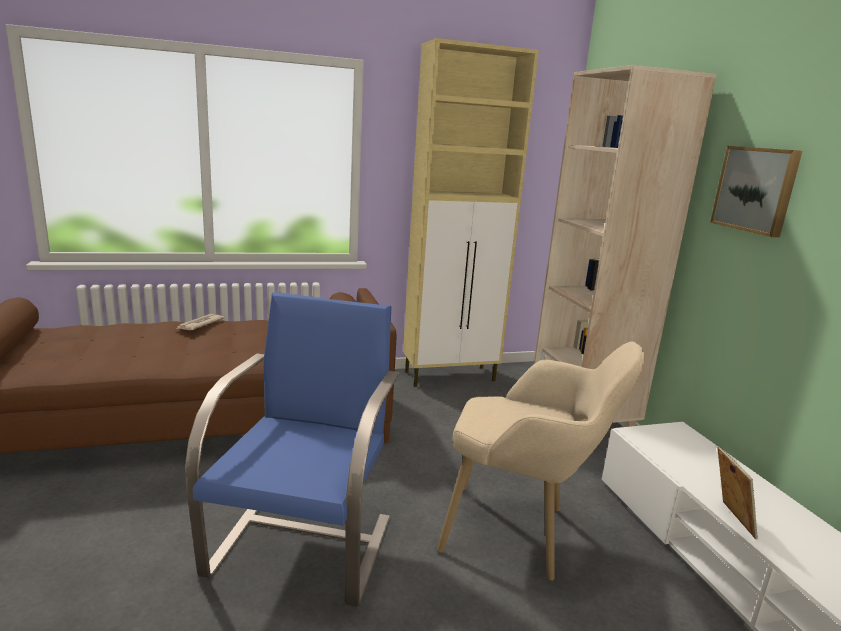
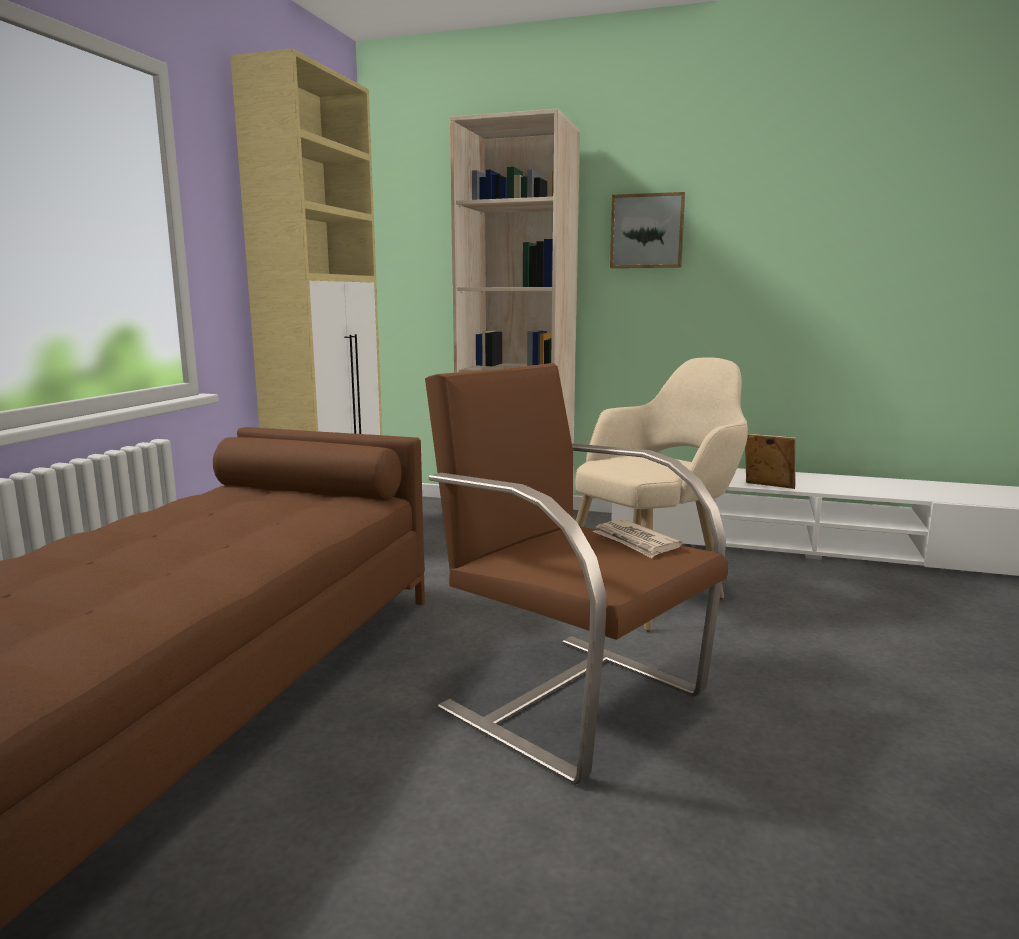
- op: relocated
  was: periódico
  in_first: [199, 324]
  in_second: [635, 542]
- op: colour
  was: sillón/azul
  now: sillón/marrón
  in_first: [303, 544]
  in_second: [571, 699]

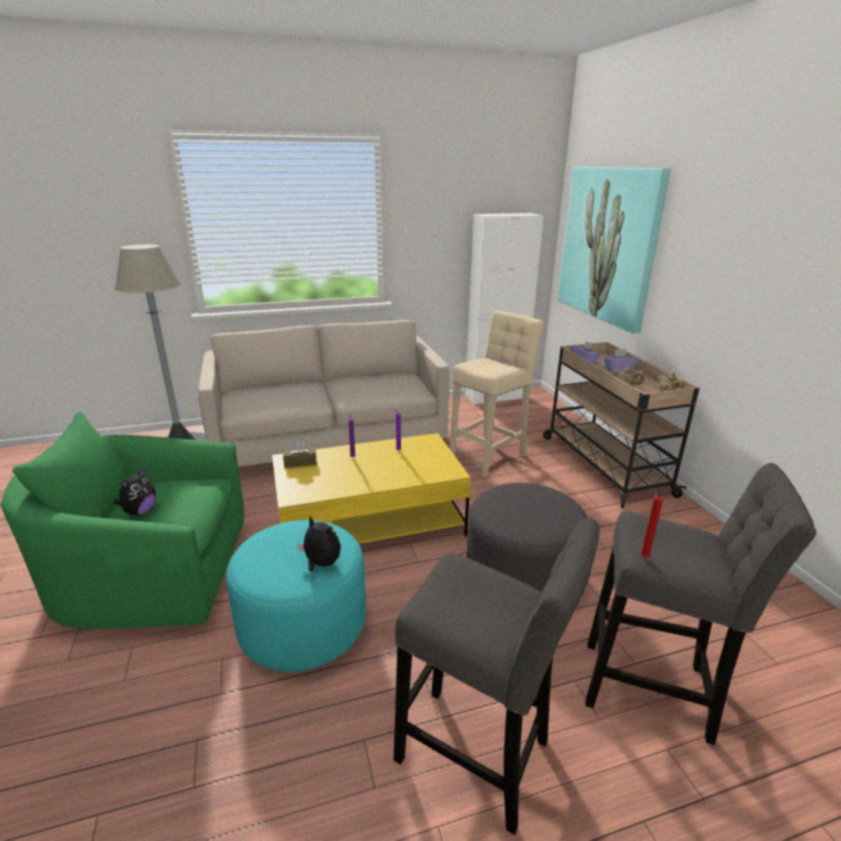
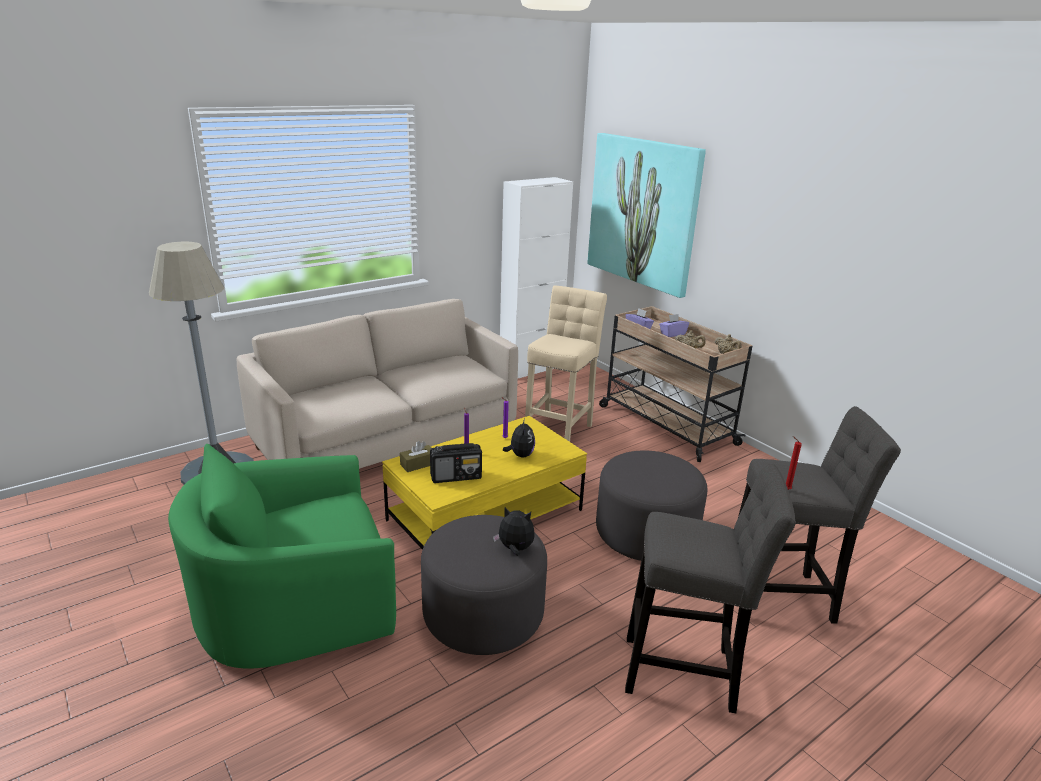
- op: appeared
  now: radio
  in_second: [456, 476]
- op: relocated
  was: peluche
  in_first: [140, 511]
  in_second: [520, 455]
- op: colour
  was: puf/turquesa
  now: puf/gris
  in_first: [303, 624]
  in_second: [483, 614]

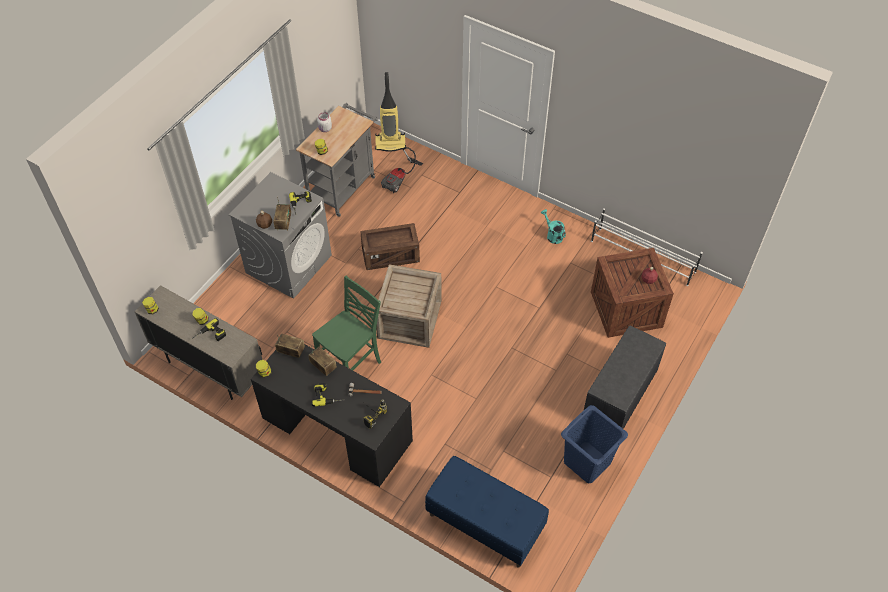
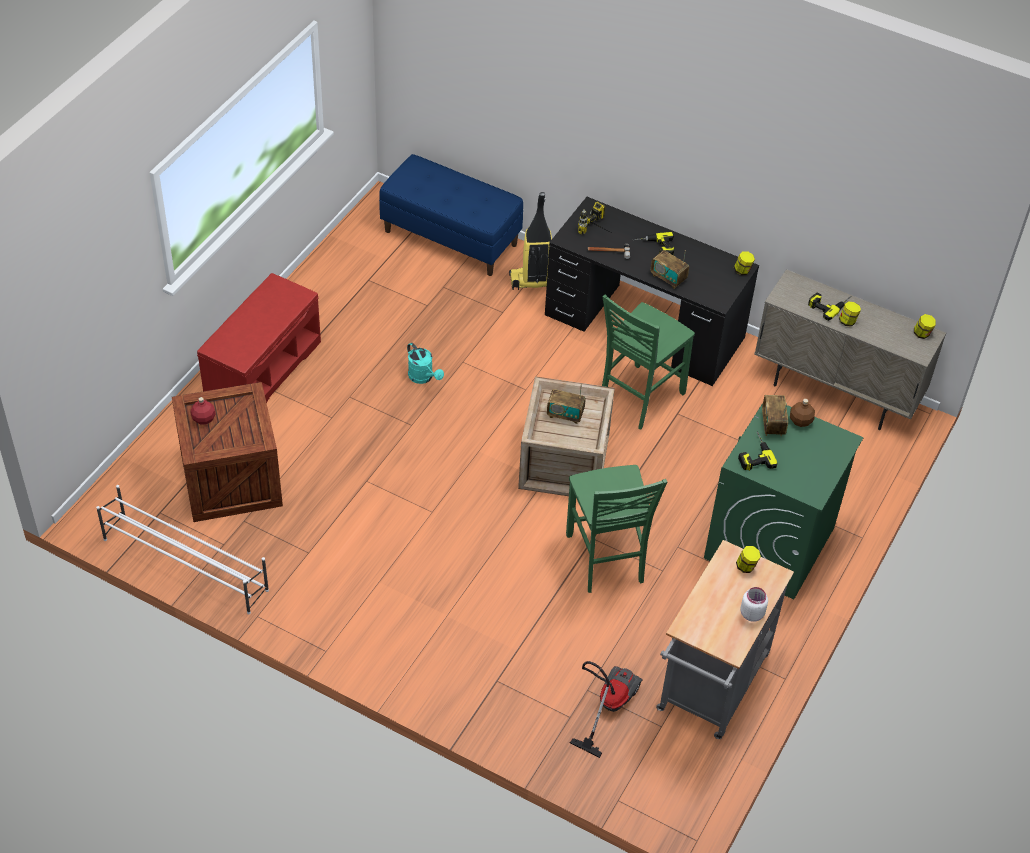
- op: missing
  was: cesto de la ropa/azul
  in_first: [587, 462]
- op: relocated
  was: radio
  in_first: [291, 351]
  in_second: [565, 415]
- op: relocated
  was: aspiradora
  in_first: [390, 143]
  in_second: [533, 282]
- op: relocated
  was: regadera/turquesa
  in_first: [552, 235]
  in_second: [423, 377]
- op: exchanged
  was: caja de embalaje
  now: silla/verde
  in_first: [391, 255]
  in_second: [606, 560]
- op: colour
  was: lavadora/gris
  now: lavadora/verde
  in_first: [289, 263]
  in_second: [769, 543]
- op: colour
  was: banco/gris
  now: banco/rojo
  in_first: [620, 394]
  in_second: [263, 368]

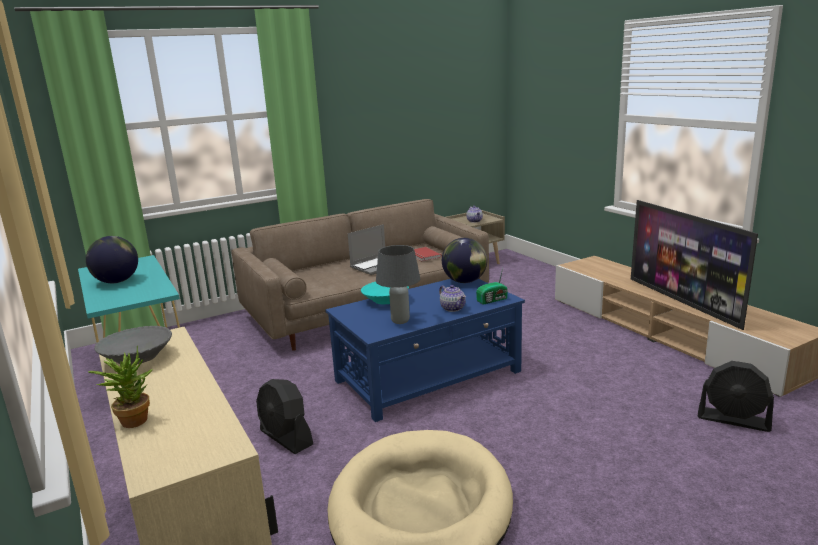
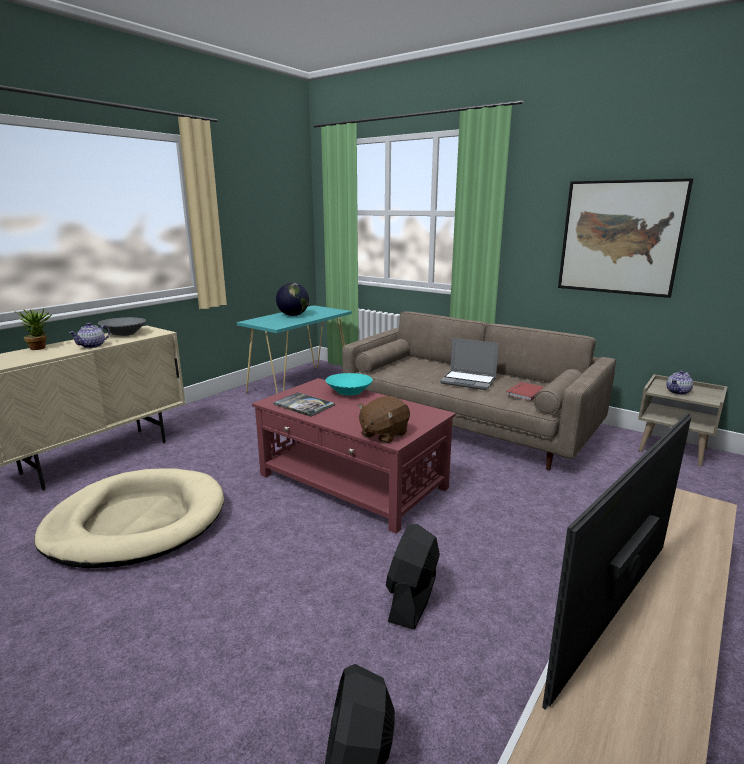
- op: missing
  was: globo terráqueo
  in_first: [465, 281]
- op: appeared
  now: cuadro
  in_second: [620, 237]
- op: relocated
  was: ventilador/negro
  in_first: [286, 438]
  in_second: [412, 599]
- op: relocated
  was: tetera
  in_first: [452, 308]
  in_second: [93, 346]
- op: exchanged
  was: lámpara de mesa/gris
  now: libro
  in_first: [399, 321]
  in_second: [304, 405]
- op: exchanged
  was: radio
  now: peluche/marrón
  in_first: [493, 300]
  in_second: [383, 434]
- op: colour
  was: mesa de centro/azul
  now: mesa de centro/rojo
  in_first: [429, 376]
  in_second: [352, 482]

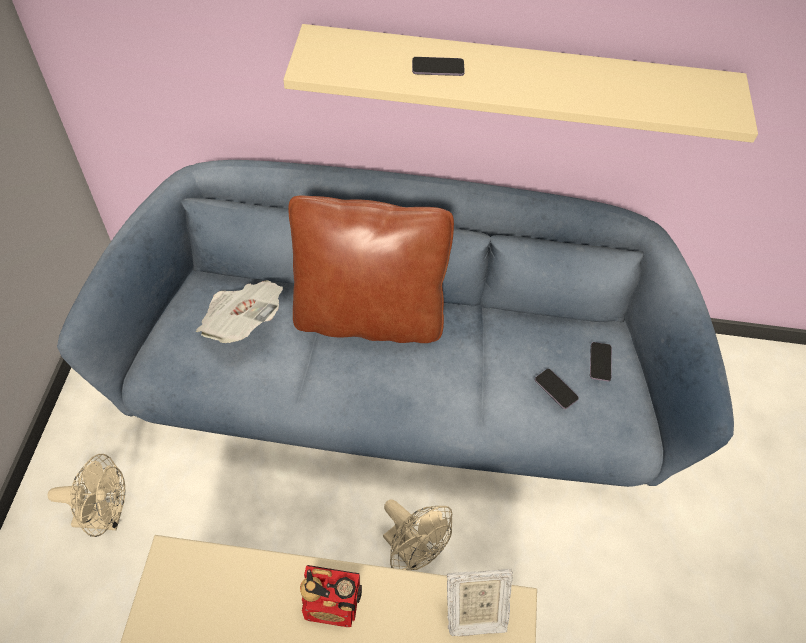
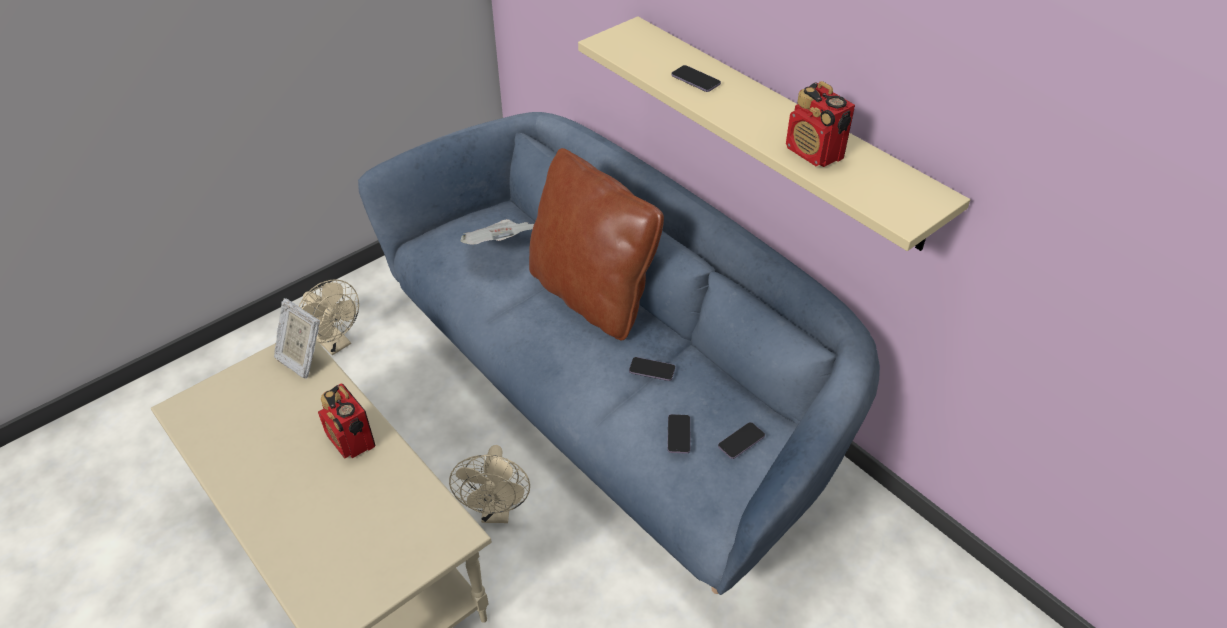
- op: appeared
  now: móvil
  in_second: [652, 370]
- op: appeared
  now: radio
  in_second: [814, 153]
- op: relocated
  was: portarretratos
  in_first: [473, 613]
  in_second: [302, 359]

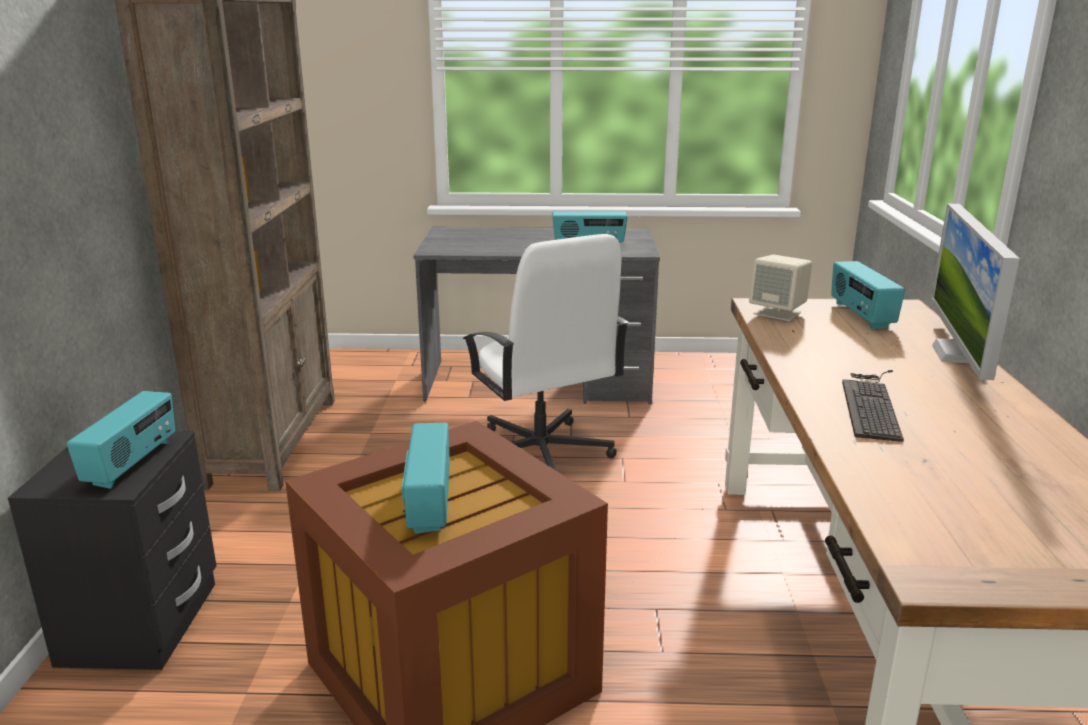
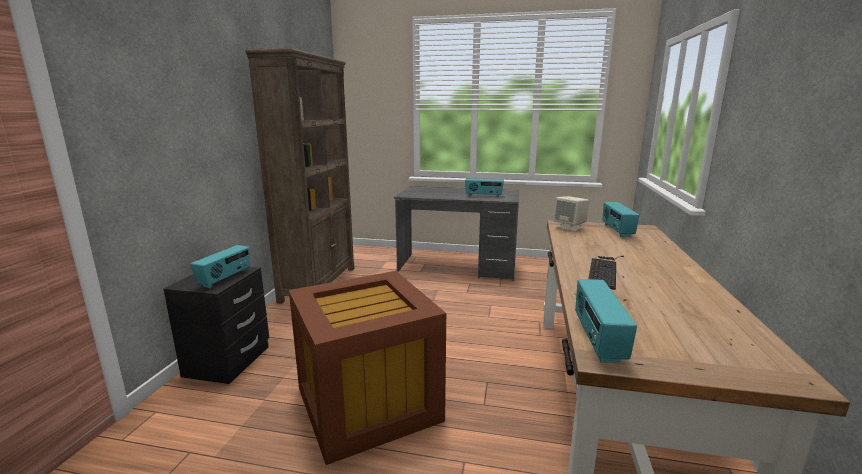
- op: missing
  was: silla de oficina/blanco
  in_first: [540, 454]
- op: missing
  was: monitor
  in_first: [957, 354]
- op: relocated
  was: radio
  in_first: [428, 503]
  in_second: [597, 339]

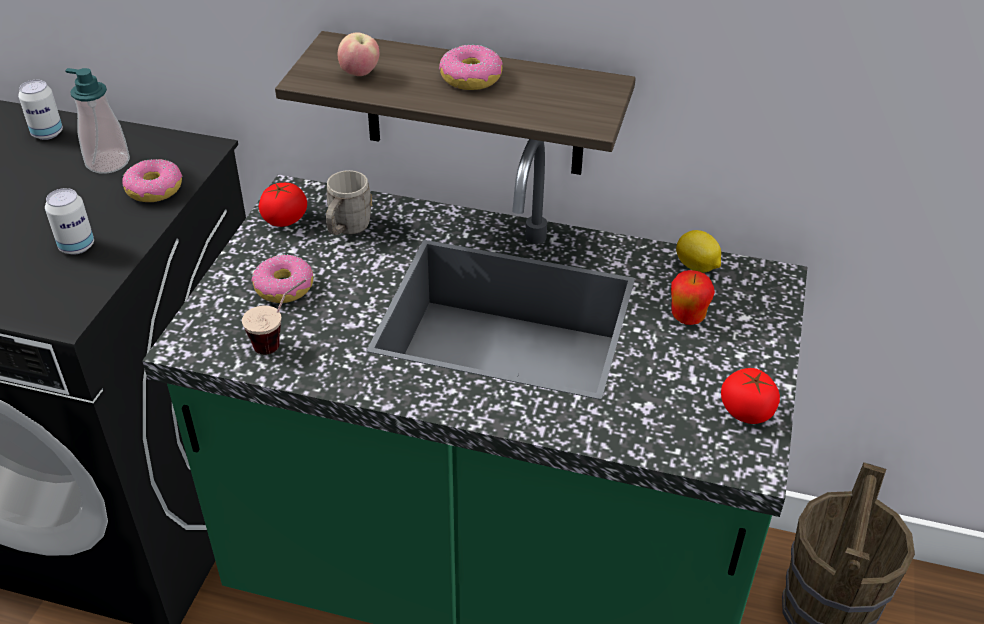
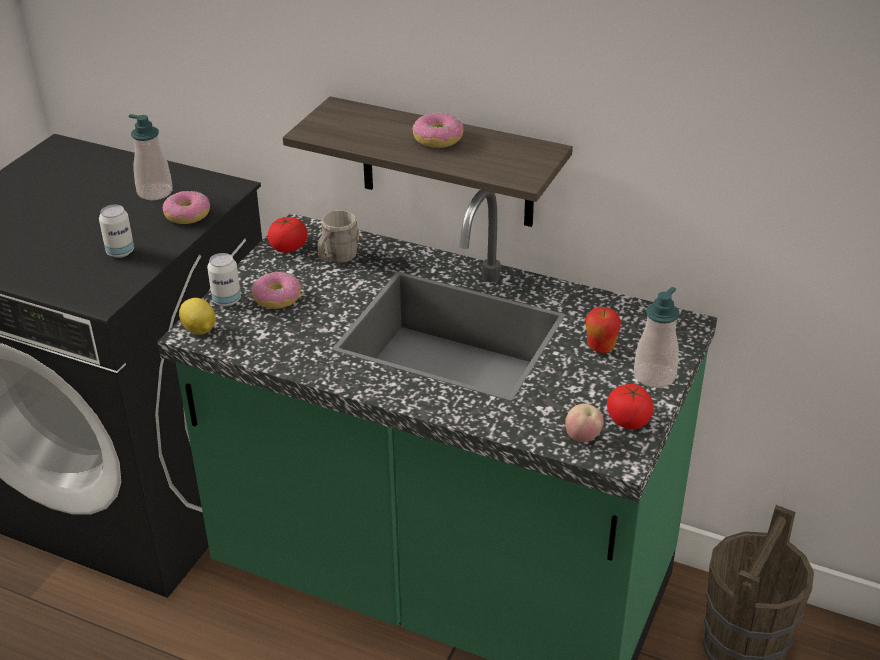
- op: missing
  was: taza
  in_first: [281, 340]
- op: appeared
  now: dispensador de jabón
  in_second: [654, 376]
- op: relocated
  was: lata
  in_first: [47, 133]
  in_second: [227, 300]
- op: relocated
  was: manzana
  in_first: [359, 74]
  in_second: [582, 437]
- op: relocated
  was: limón
  in_first: [697, 267]
  in_second: [199, 330]

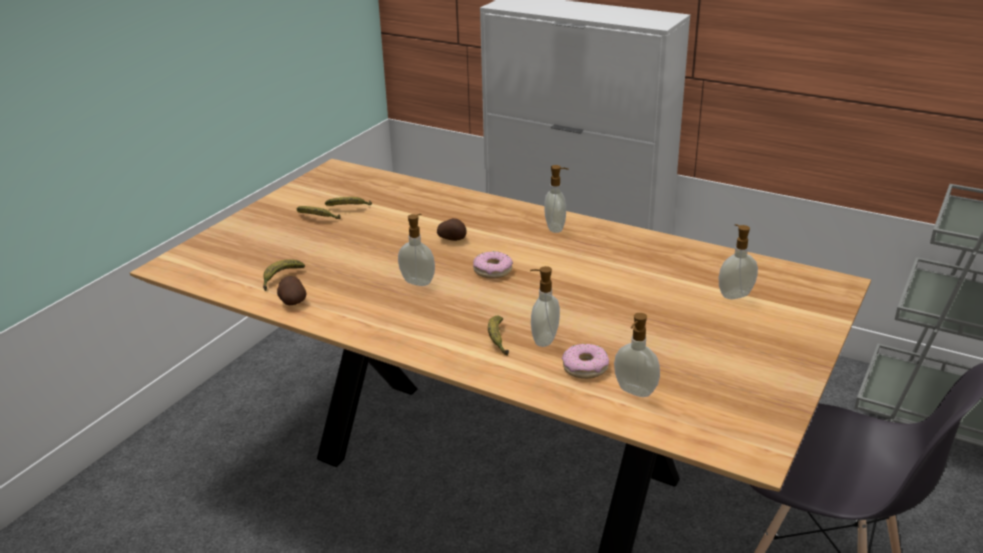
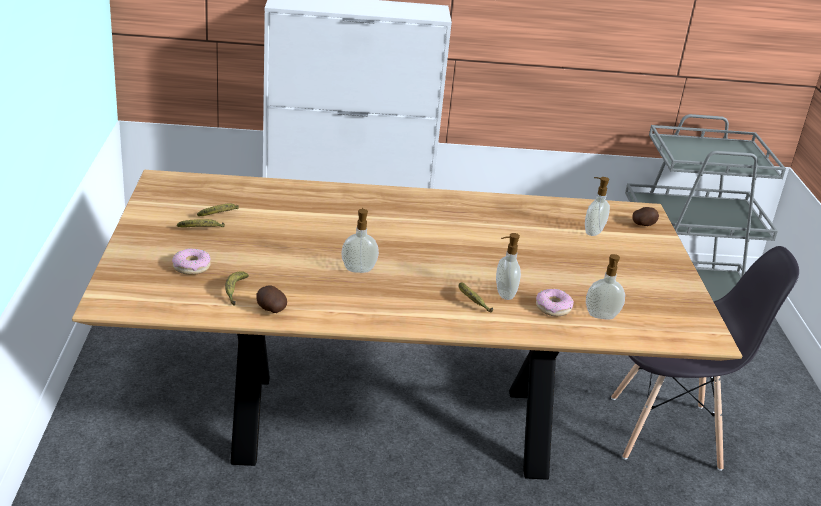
- op: missing
  was: dispensador de jabón
  in_first: [556, 228]
- op: relocated
  was: patata
  in_first: [452, 239]
  in_second: [643, 225]
- op: relocated
  was: rosquilla
  in_first: [492, 270]
  in_second: [191, 267]

